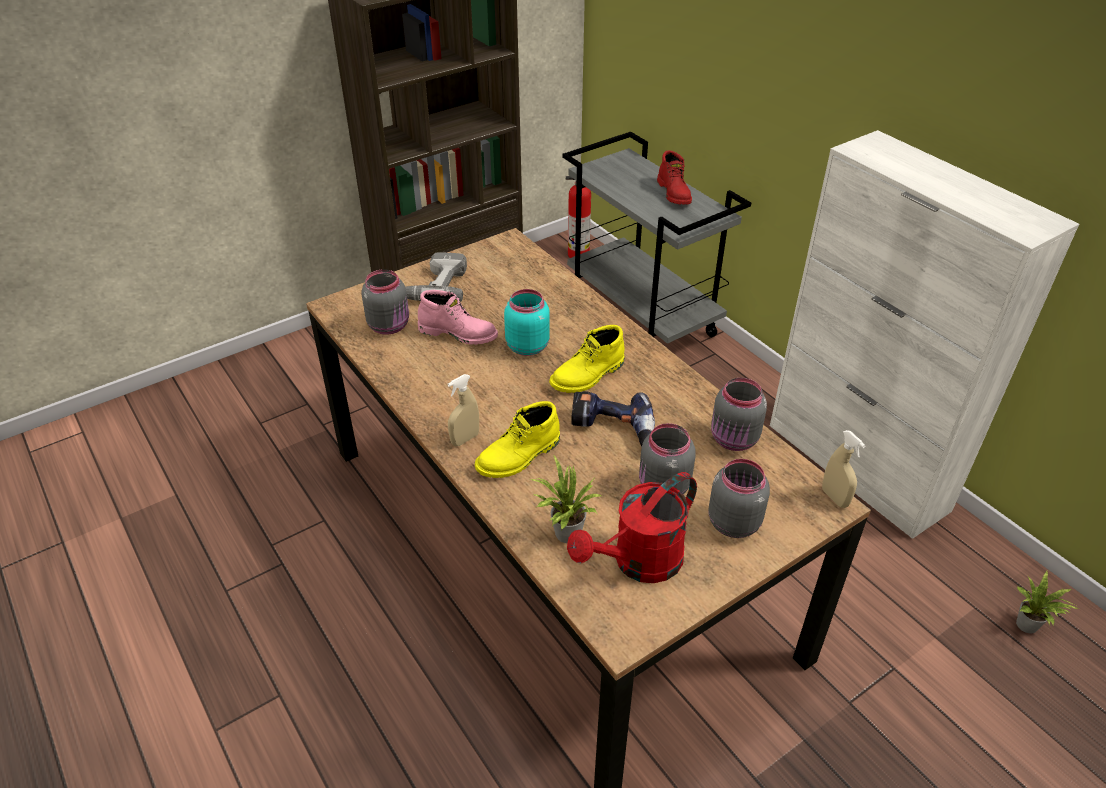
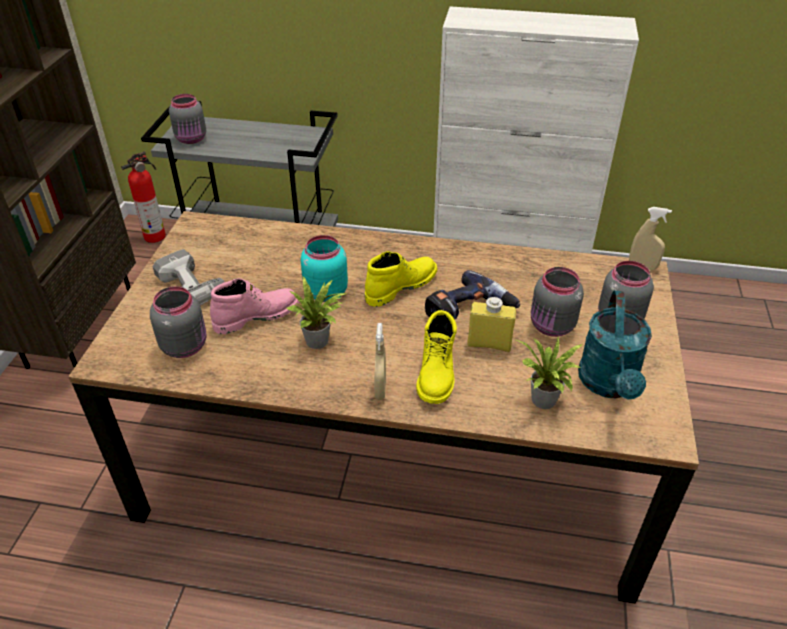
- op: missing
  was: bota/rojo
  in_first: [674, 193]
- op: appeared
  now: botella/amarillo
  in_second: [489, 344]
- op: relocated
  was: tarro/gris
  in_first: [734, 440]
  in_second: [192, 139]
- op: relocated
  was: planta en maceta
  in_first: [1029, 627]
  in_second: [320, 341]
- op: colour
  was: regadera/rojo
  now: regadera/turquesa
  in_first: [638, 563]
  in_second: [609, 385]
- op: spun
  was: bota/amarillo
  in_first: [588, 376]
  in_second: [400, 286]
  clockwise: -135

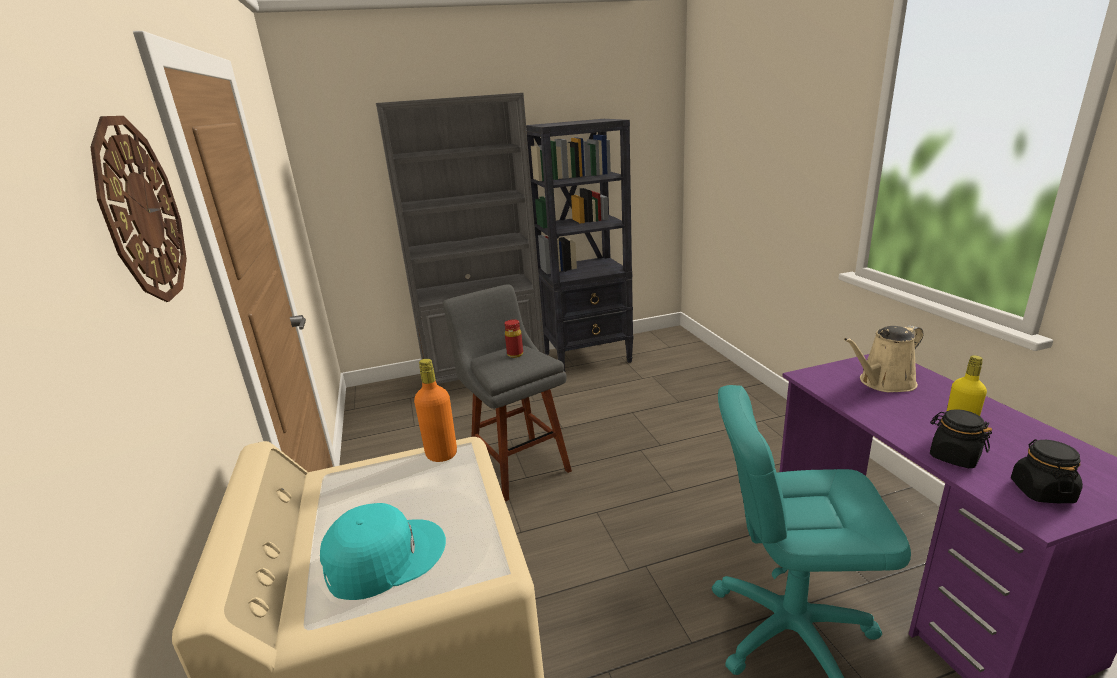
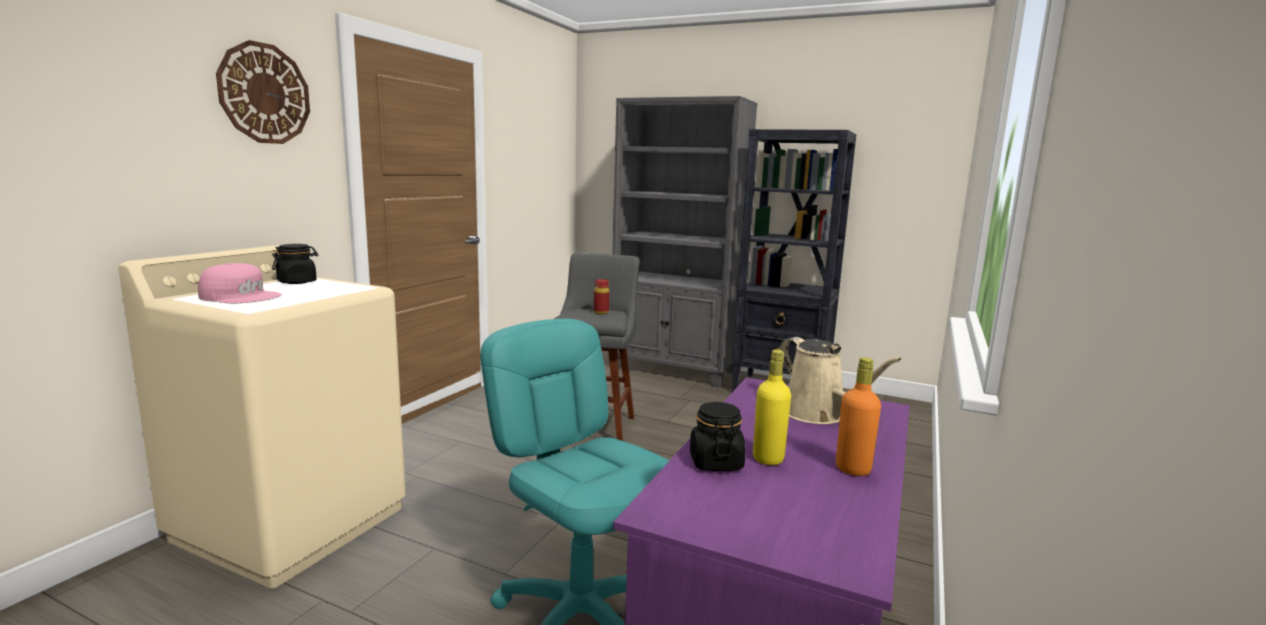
- op: relocated
  was: botella/naranja
  in_first: [441, 454]
  in_second: [852, 469]
- op: relocated
  was: tarro/negro
  in_first: [1041, 491]
  in_second: [297, 282]
- op: colour
  was: gorra/turquesa
  now: gorra/rosa
  in_first: [384, 556]
  in_second: [241, 296]
- op: spun
  was: regadera/beis
  in_first: [883, 383]
  in_second: [818, 414]
  clockwise: -135

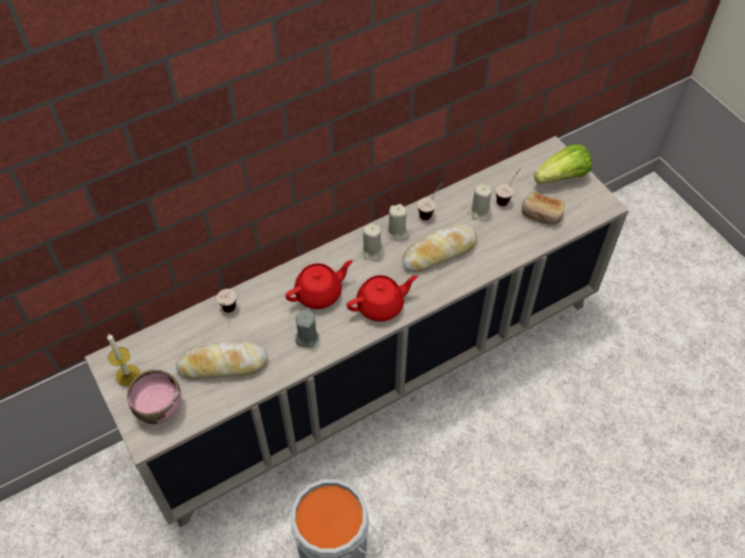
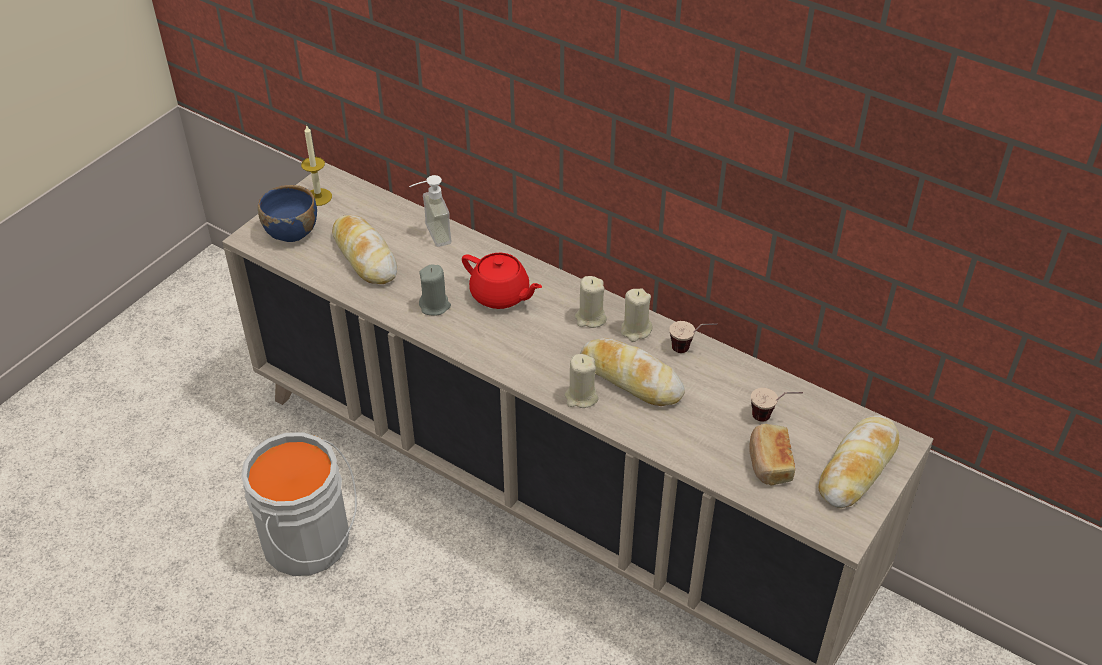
- op: missing
  was: tetera/rojo
  in_first: [381, 305]
- op: relocated
  was: vela/beis
  in_first: [480, 212]
  in_second: [581, 397]
- op: exchanged
  was: taza
  now: dispensador de jabón
  in_first: [227, 314]
  in_second: [430, 236]
- op: exchanged
  was: lechuga
  now: pan
  in_first: [562, 177]
  in_second: [857, 467]
- op: colour
  was: cuenco/rosa
  now: cuenco/azul
  in_first: [158, 407]
  in_second: [291, 231]

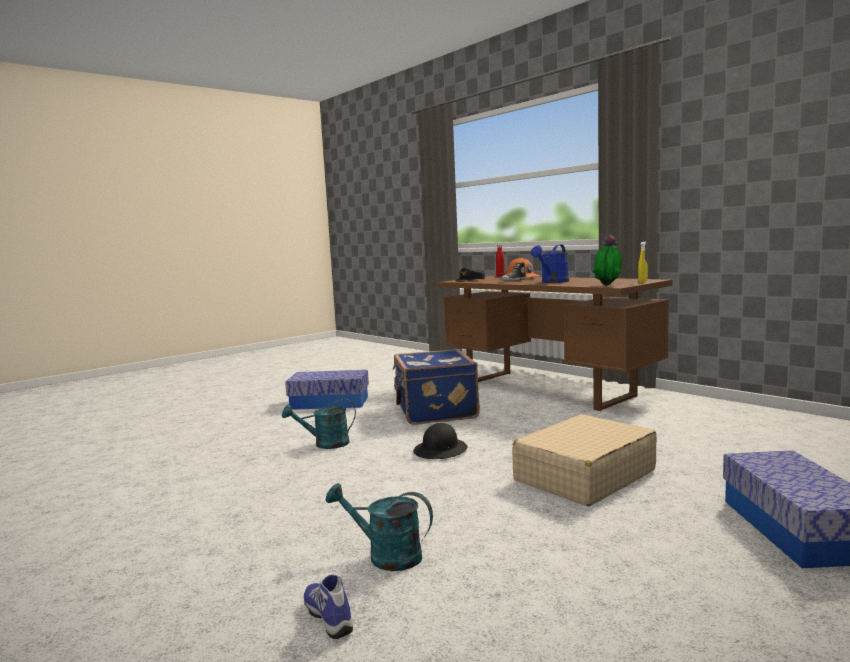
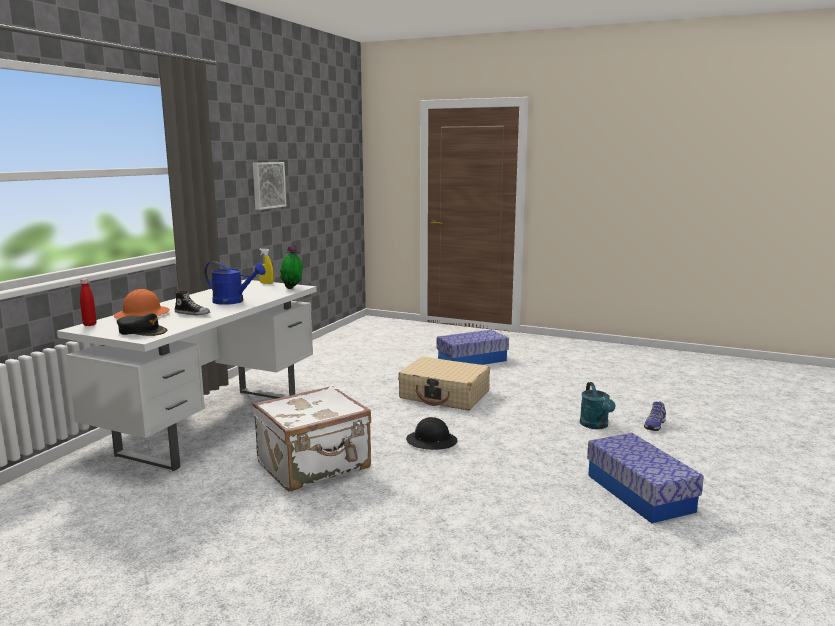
- op: missing
  was: regadera/turquesa
  in_first: [325, 444]
- op: appeared
  now: cuadro
  in_second: [267, 185]
- op: relocated
  was: caja de almacenaje
  in_first: [329, 403]
  in_second: [639, 493]
- op: colour
  was: maleta/azul
  now: maleta/blanco
  in_first: [434, 411]
  in_second: [315, 466]
- op: colour
  was: escritorio/marrón
  now: escritorio/blanco
  in_first: [548, 389]
  in_second: [213, 424]

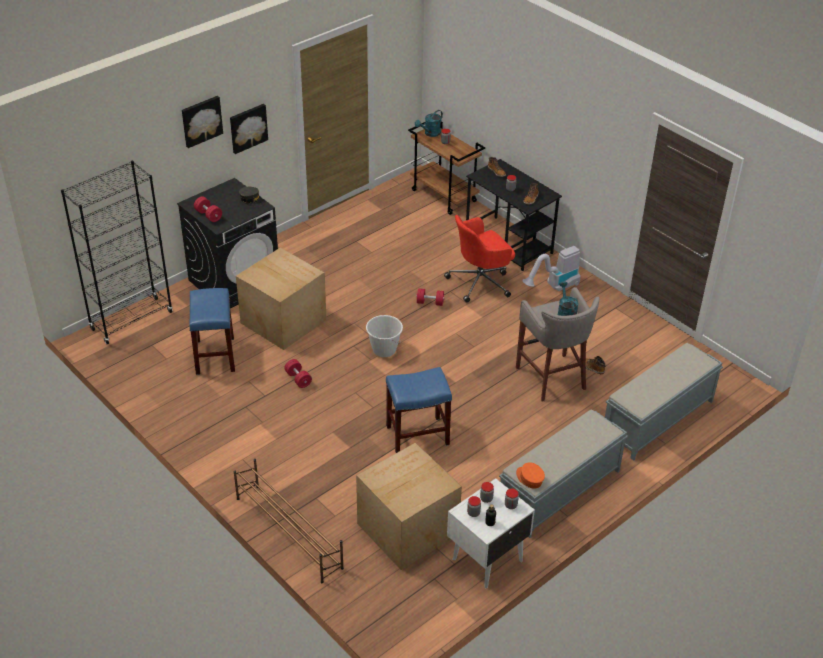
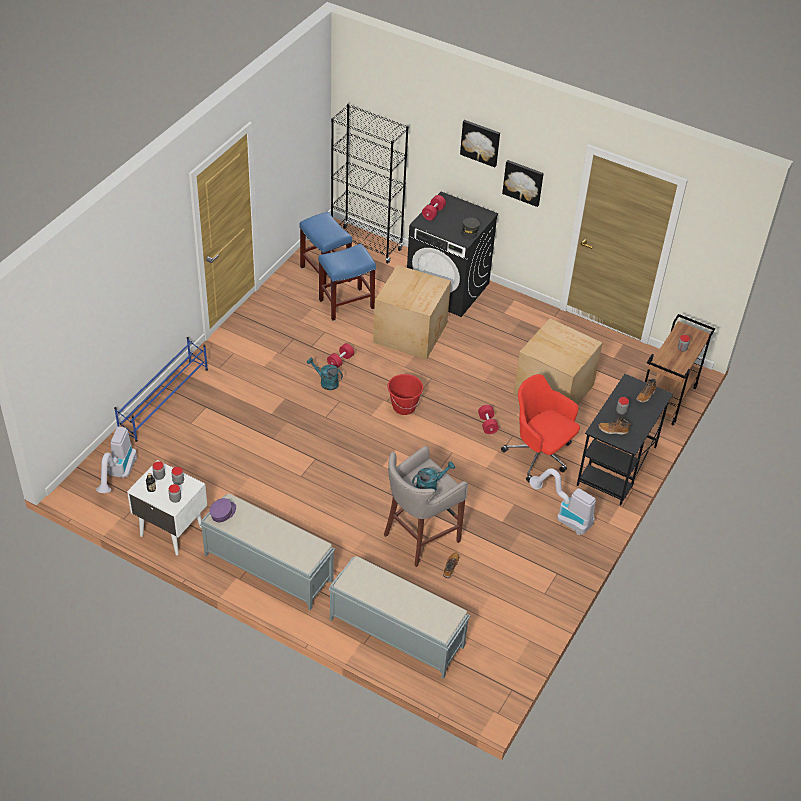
- op: appeared
  now: aspiradora
  in_second: [118, 476]
- op: relocated
  was: caja de cartón
  in_first: [406, 529]
  in_second: [553, 388]
- op: relocated
  was: taburete/azul
  in_first: [418, 435]
  in_second: [326, 274]
- op: relocated
  was: regadera/turquesa
  in_first: [430, 133]
  in_second: [326, 382]
- op: colour
  was: zapatero/marrón
  now: zapatero/azul
  in_first: [288, 532]
  in_second: [164, 400]
- op: colour
  was: cubo/blanco
  now: cubo/rojo
  in_first: [384, 350]
  in_second: [404, 407]
- op: colour
  was: gorra/naranja
  now: gorra/morado
  in_first: [529, 478]
  in_second: [223, 513]

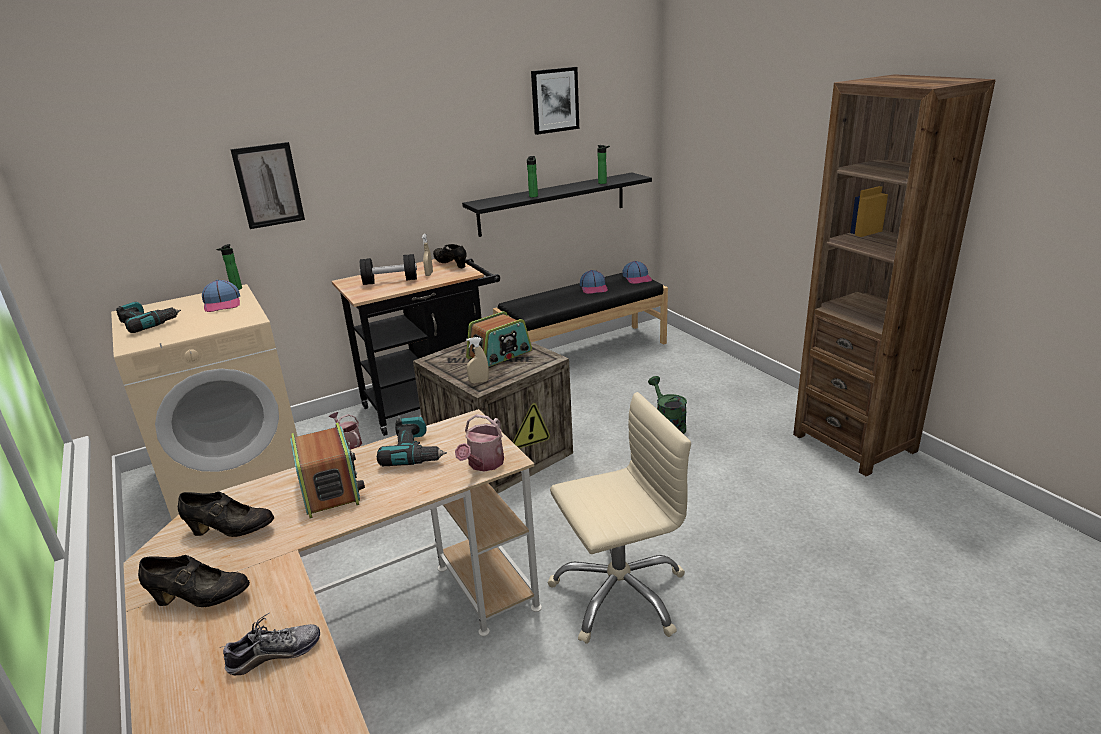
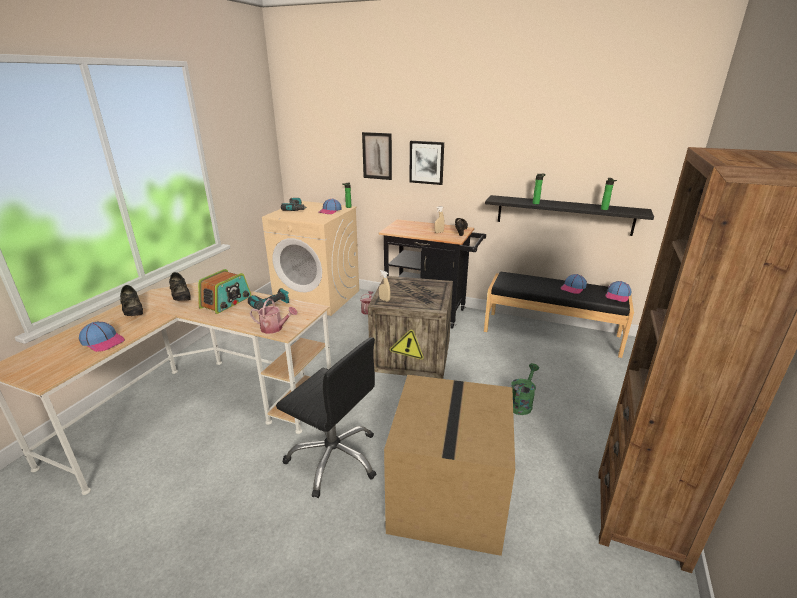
- op: missing
  was: mancuerna/negro
  in_first: [390, 281]
- op: missing
  was: radio
  in_first: [500, 354]
- op: appeared
  now: caja de cartón
  in_second: [449, 498]
- op: relocated
  was: cuadro
  in_first: [554, 100]
  in_second: [426, 162]
- op: exchanged
  was: zapato
  now: gorra
  in_first: [275, 654]
  in_second: [103, 341]
- op: colour
  was: silla de oficina/beis
  now: silla de oficina/negro
  in_first: [619, 593]
  in_second: [334, 458]
- op: spun
  was: regadera
  in_first: [483, 464]
  in_second: [274, 328]
  clockwise: -150

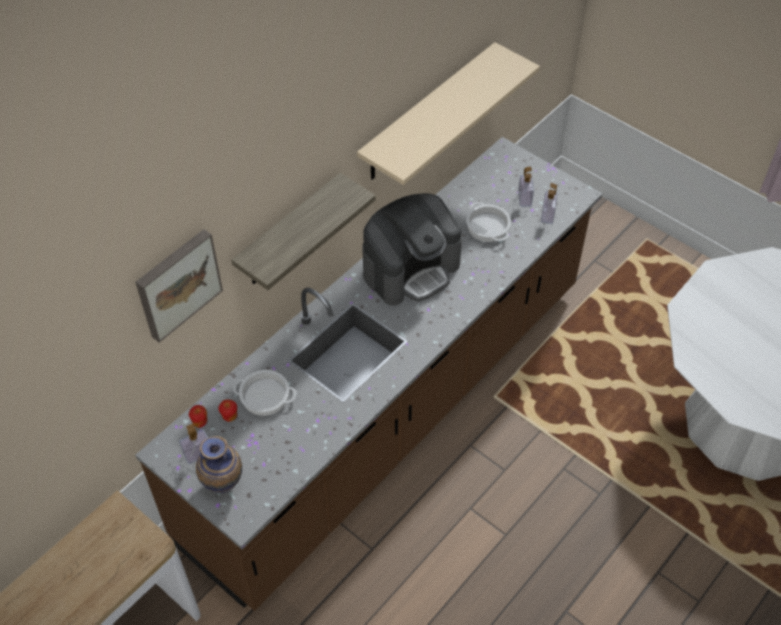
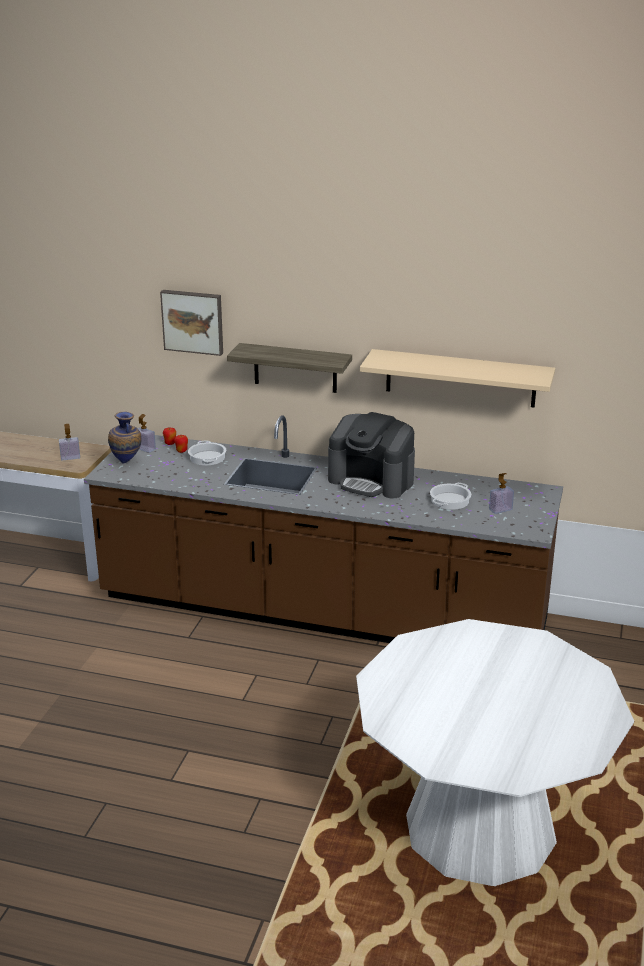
- op: relocated
  was: dispensador de jabón
  in_first: [547, 215]
  in_second: [70, 457]

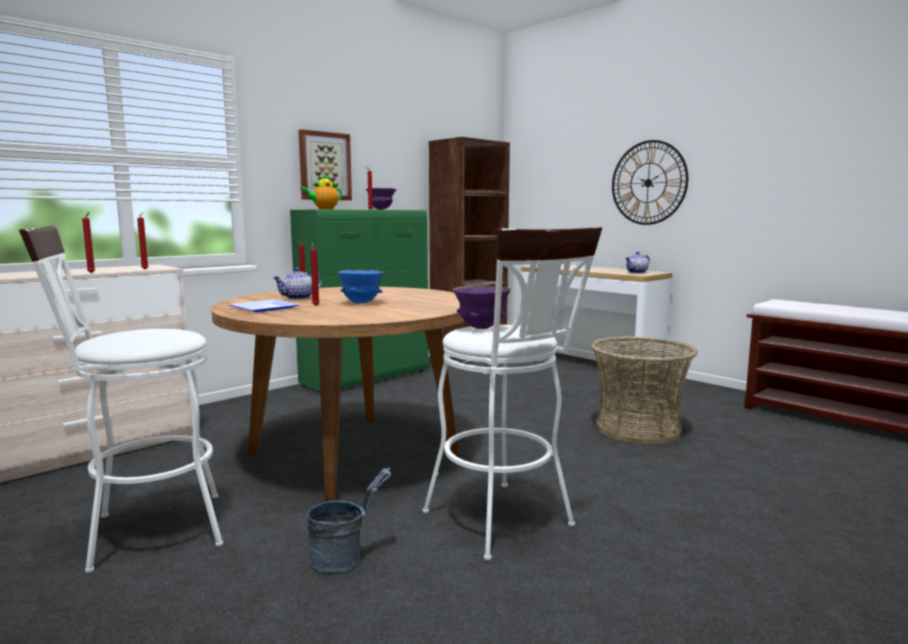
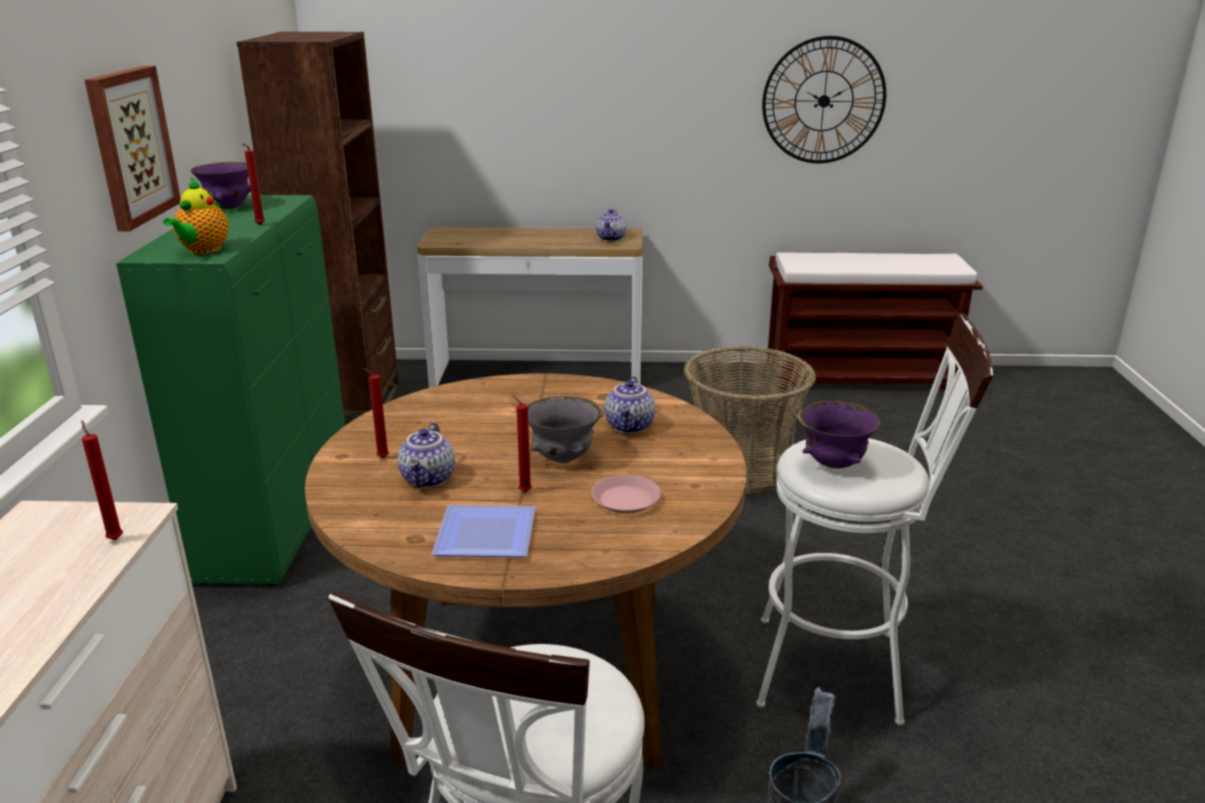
- op: missing
  was: vela/rojo
  in_first: [92, 273]
- op: appeared
  now: plato/rosa
  in_second: [625, 500]
- op: appeared
  now: tetera
  in_second: [631, 426]
- op: relocated
  was: reloj de pared
  in_first: [648, 183]
  in_second: [823, 101]
- op: colour
  was: cuenco/azul
  now: cuenco/gris
  in_first: [361, 303]
  in_second: [563, 459]

